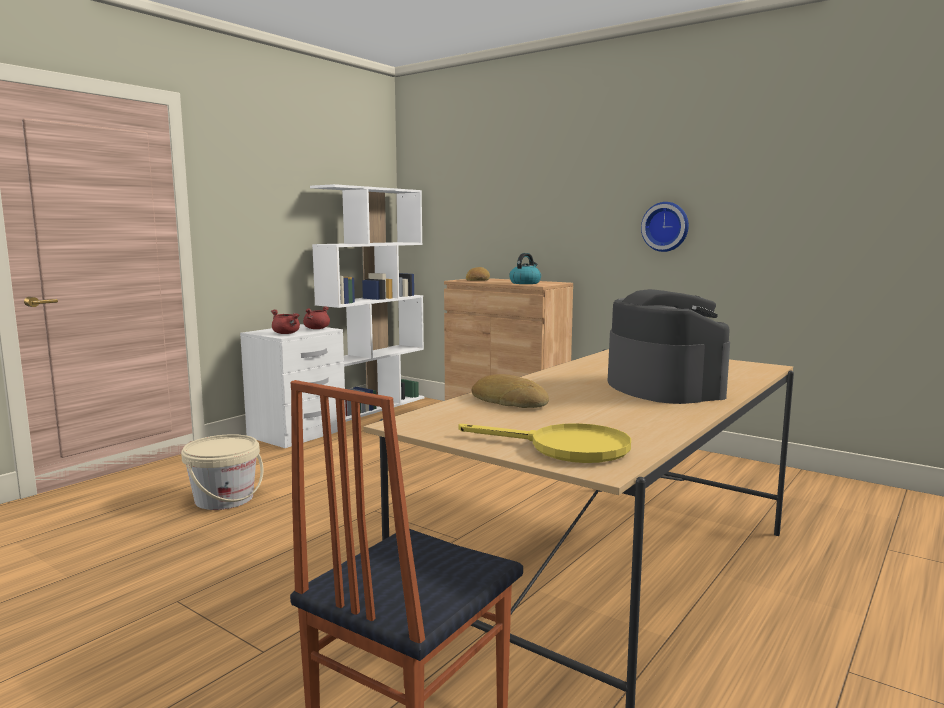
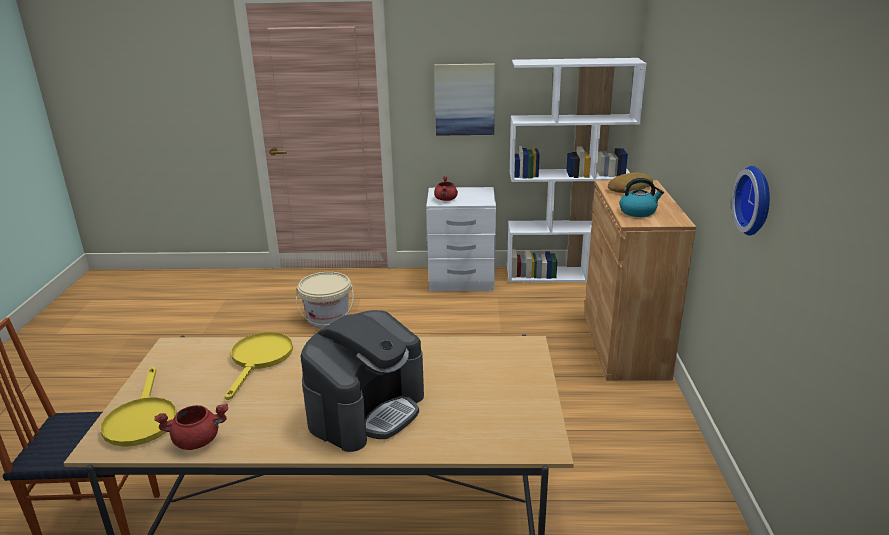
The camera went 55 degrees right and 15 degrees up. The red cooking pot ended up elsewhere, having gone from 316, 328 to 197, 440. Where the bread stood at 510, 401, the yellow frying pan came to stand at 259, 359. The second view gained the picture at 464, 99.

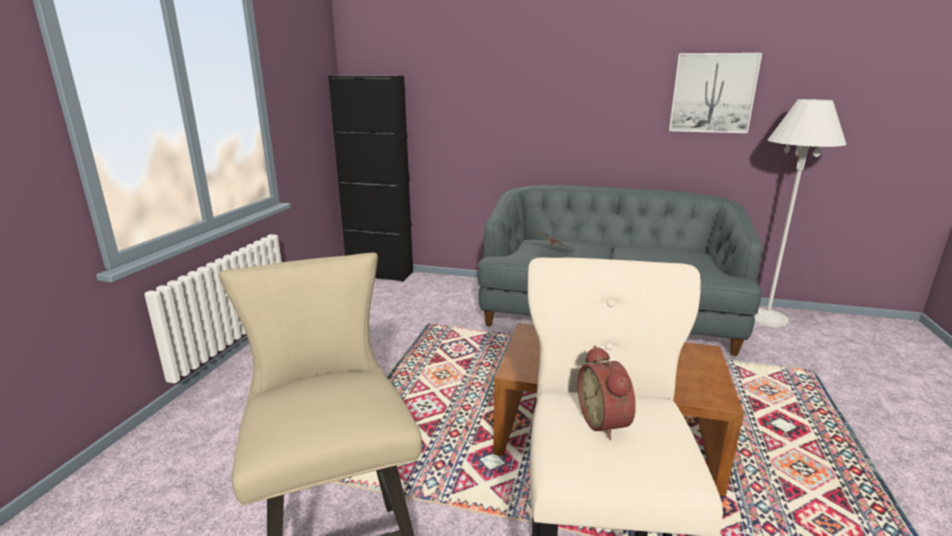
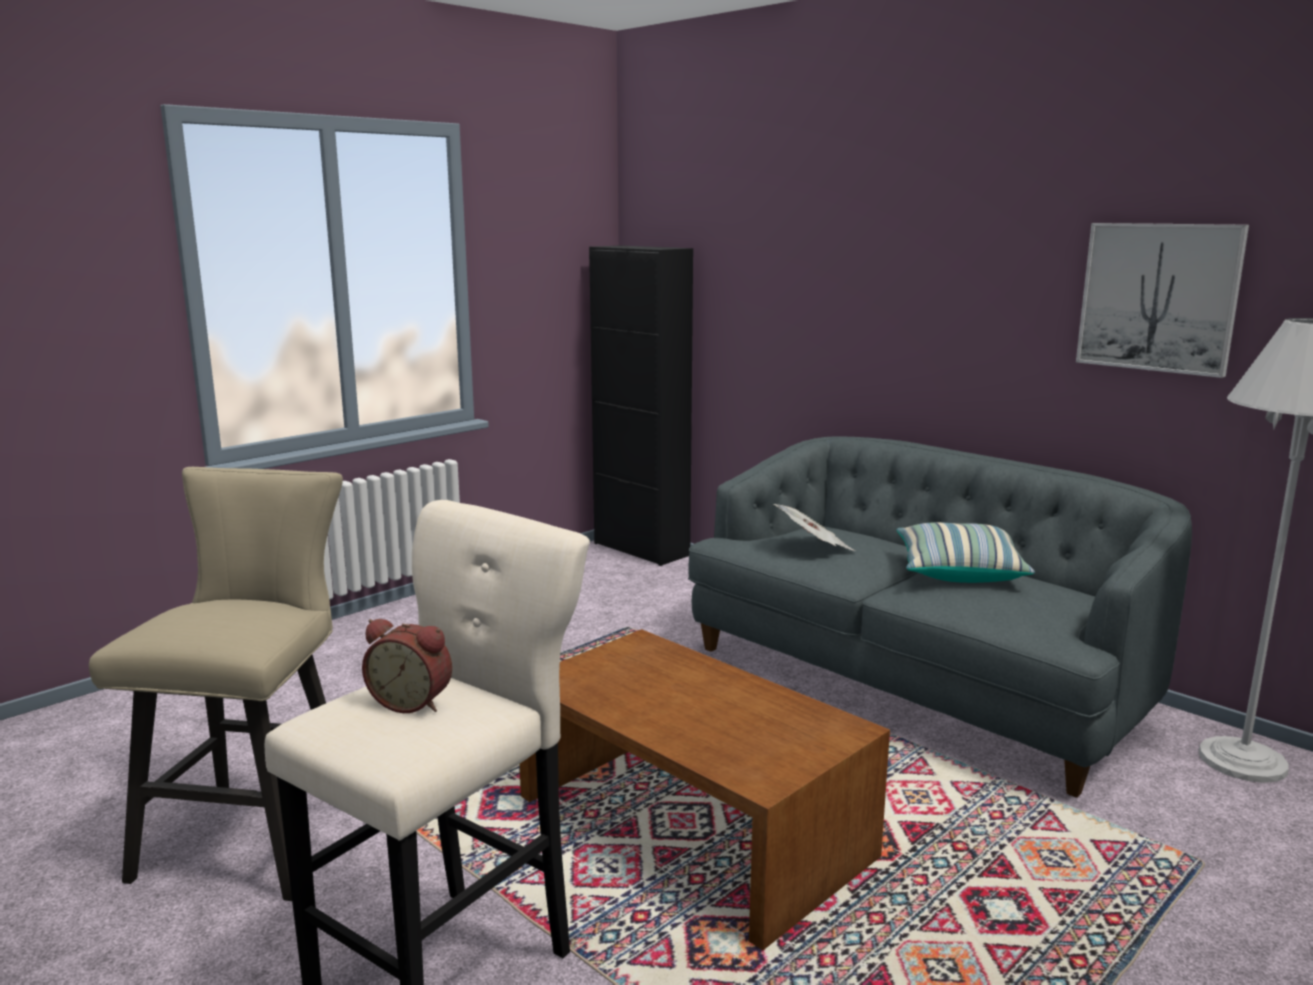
The camera went 30 degrees right and 5 degrees down. The alarm clock at 606, 422 ended up facing another way, 90 degrees counterclockwise from before. The second view gained the pillow at 958, 571.

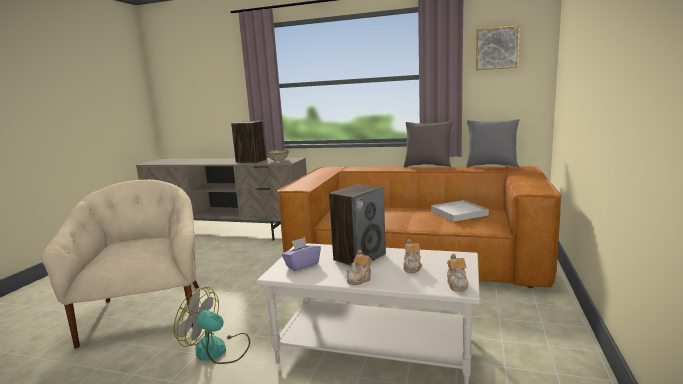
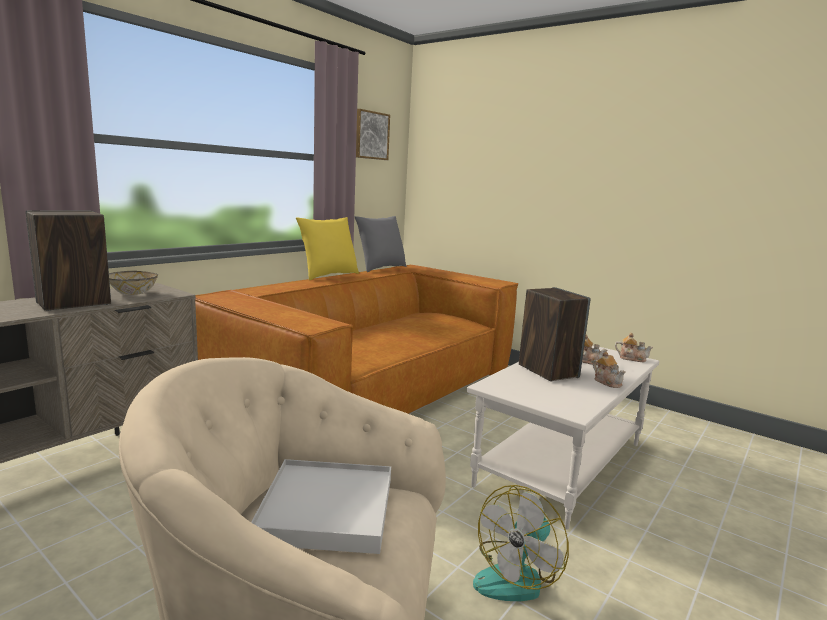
The camera went 70 degrees left and 0 degrees up. What was the grey pillow at 427, 166 turned into the yellow pillow at 328, 275. The white tray ended up elsewhere, having gone from 459, 213 to 326, 509. The second view lost the purple tissue box at 302, 265.

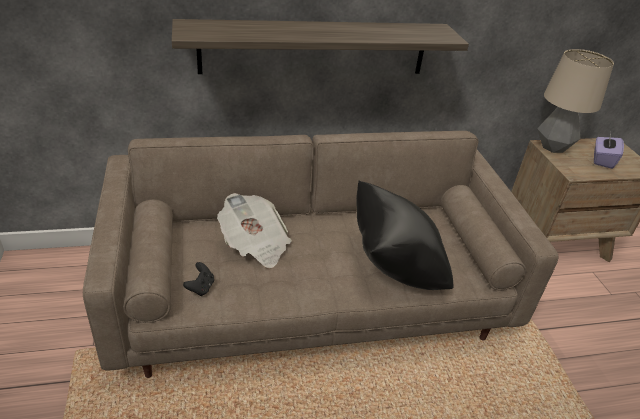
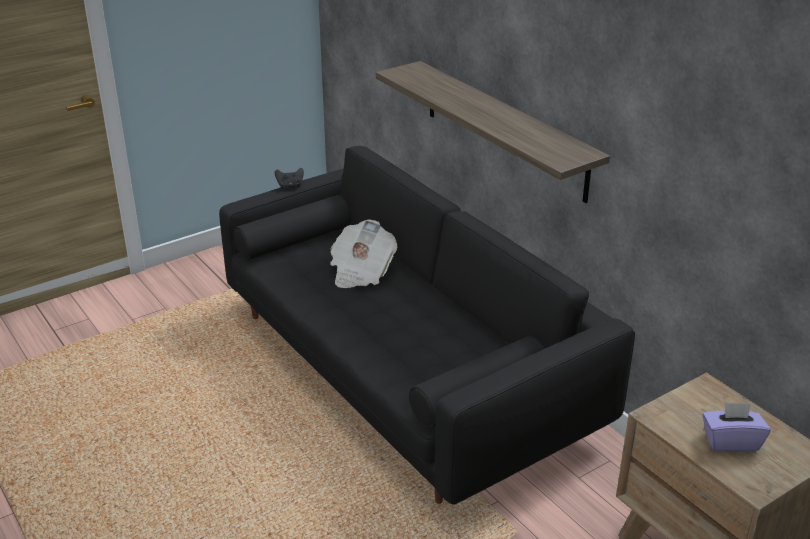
The camera went 70 degrees right and 5 degrees down. The second view lost the table lamp at 552, 148. What was the beige sofa at 311, 295 turned into the black sofa at 406, 370. The second view lost the black pillow at 395, 265. The black game controller ended up elsewhere, having gone from 200, 288 to 290, 185.

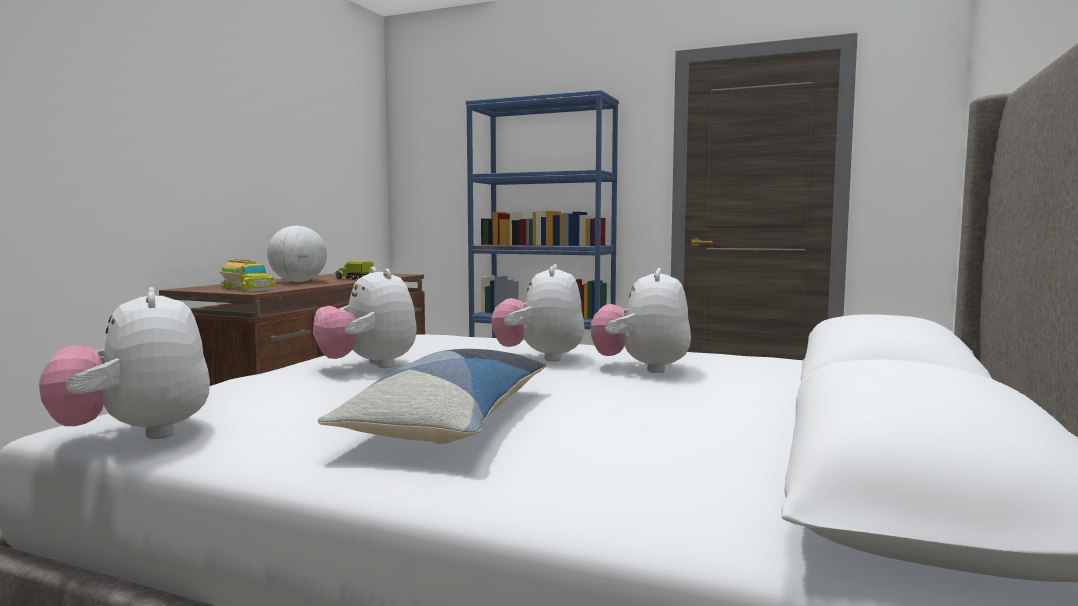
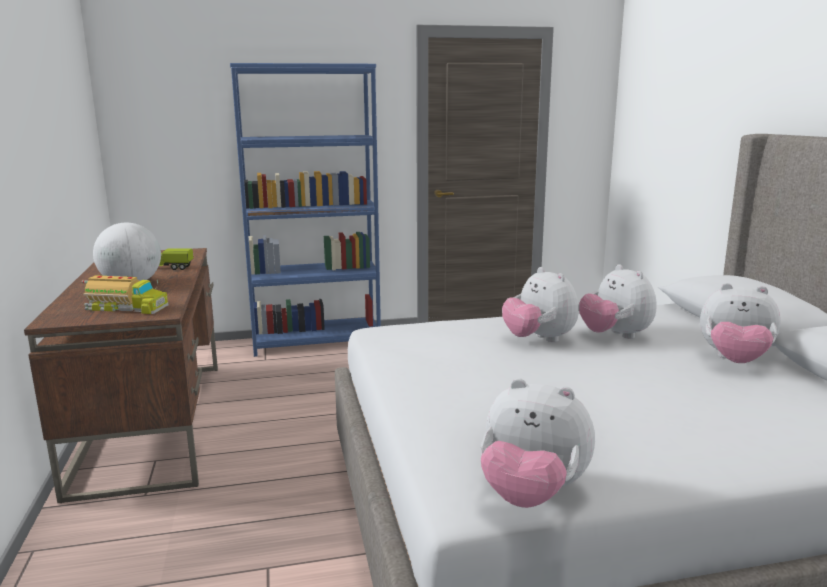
The camera went 35 degrees left and 10 degrees up. The plush toy ended up elsewhere, having gone from 368, 366 to 734, 361. The second view lost the pillow at 452, 420.

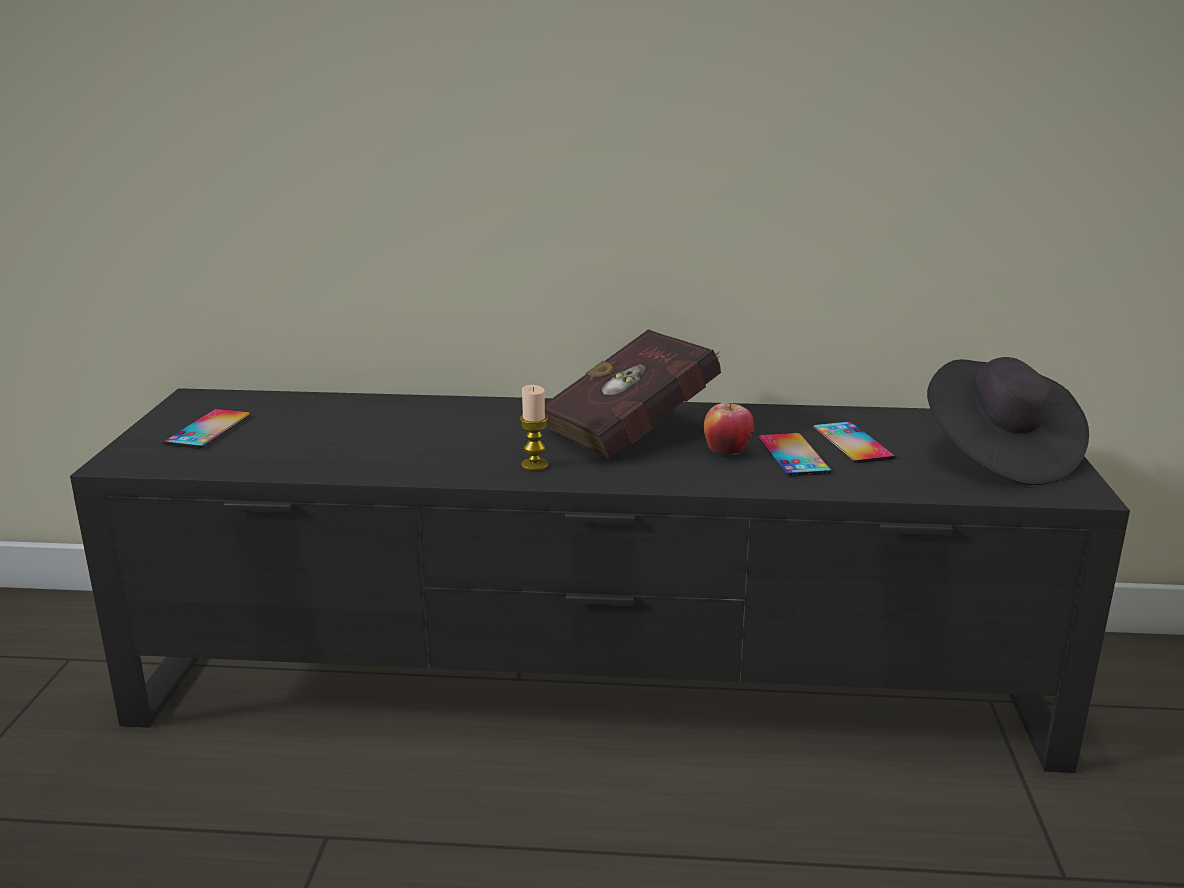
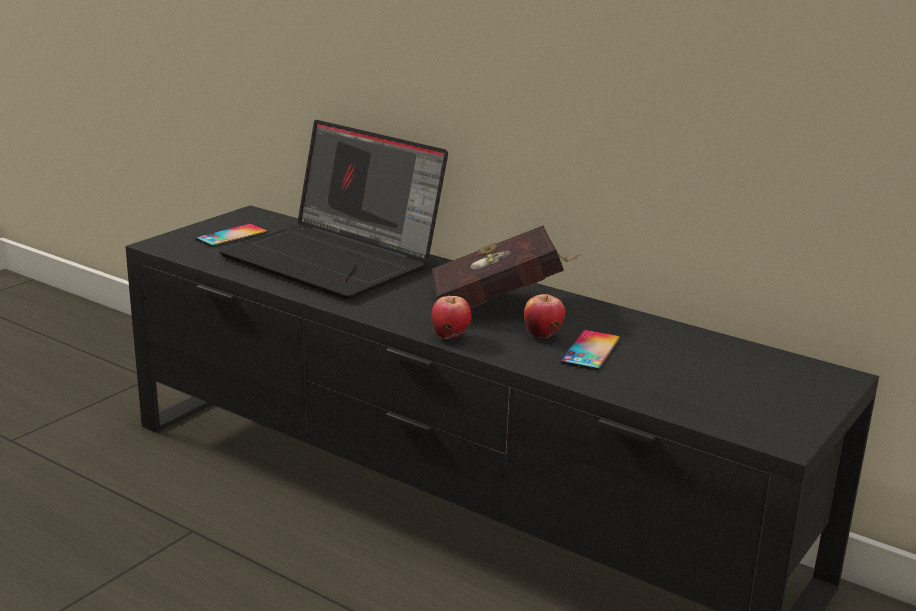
The camera went 30 degrees right and 0 degrees up. The second view lost the black hat at 998, 454. The second view lost the candle at 534, 465. The second view lost the phone at 852, 443. The second view gained the laptop at 336, 260. The second view gained the apple at 450, 337.

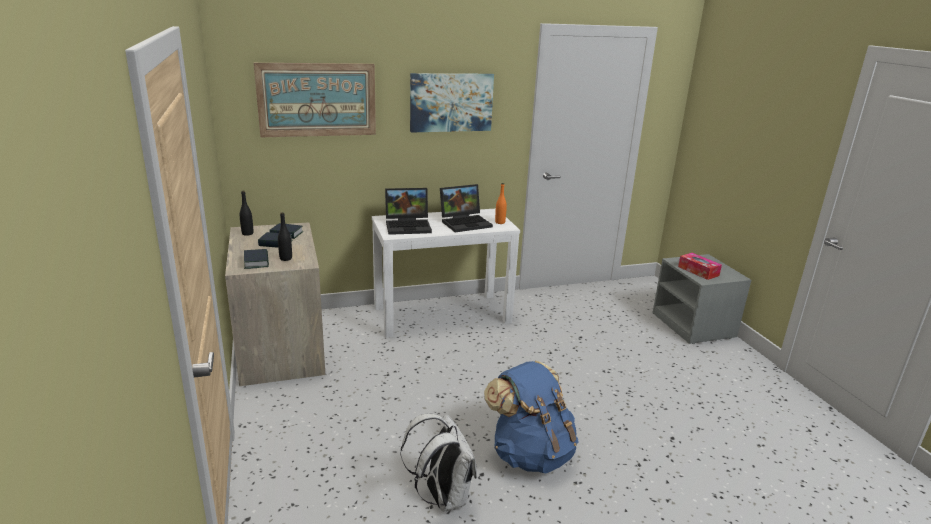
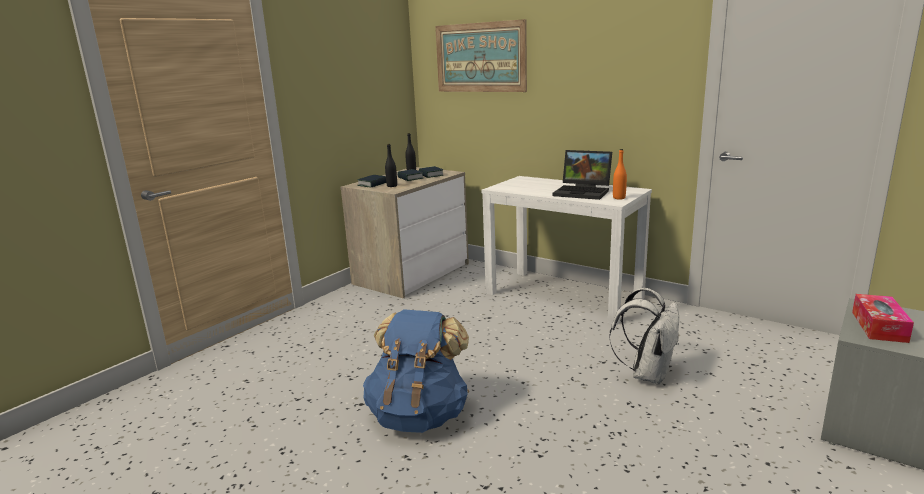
The camera went 55 degrees right and 5 degrees down. The second view lost the picture at 451, 102. The second view lost the laptop at 409, 226. The white backpack ended up elsewhere, having gone from 442, 496 to 647, 374.

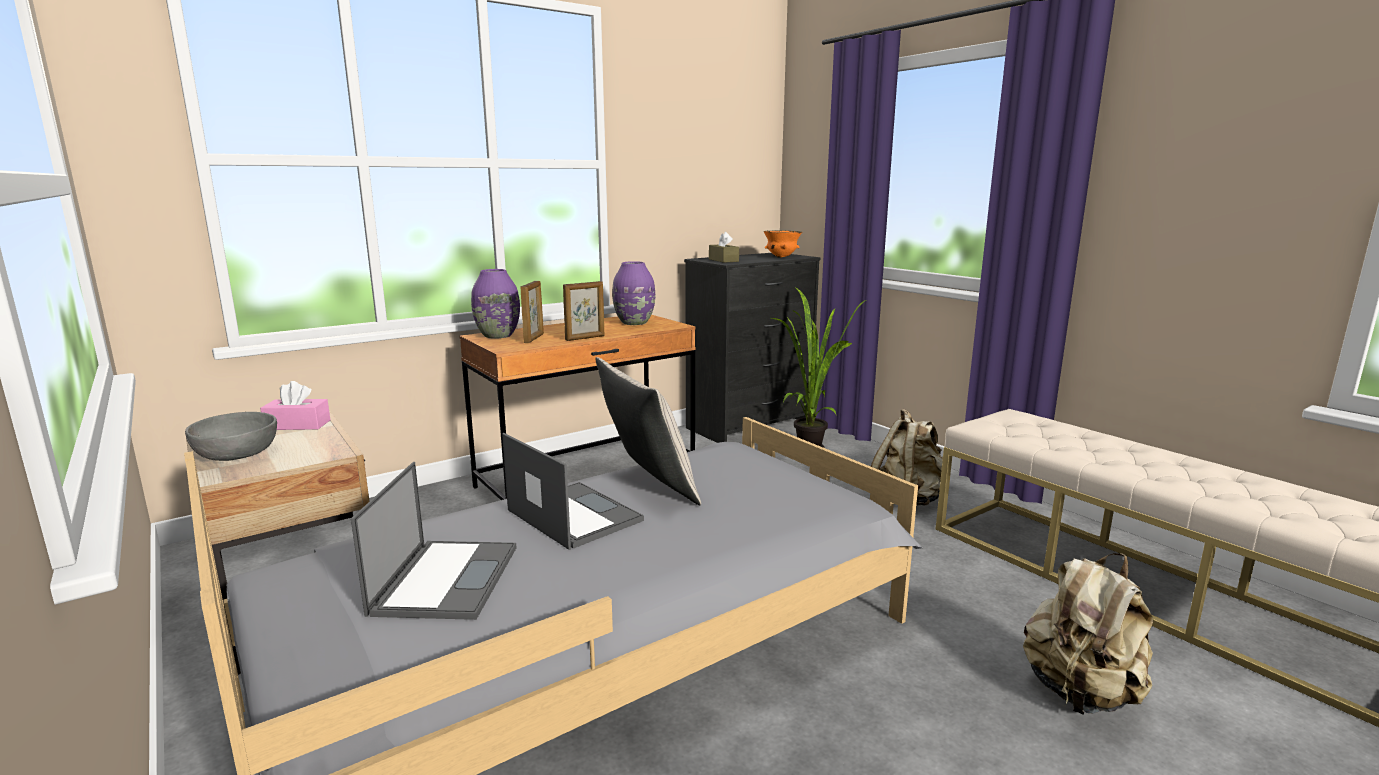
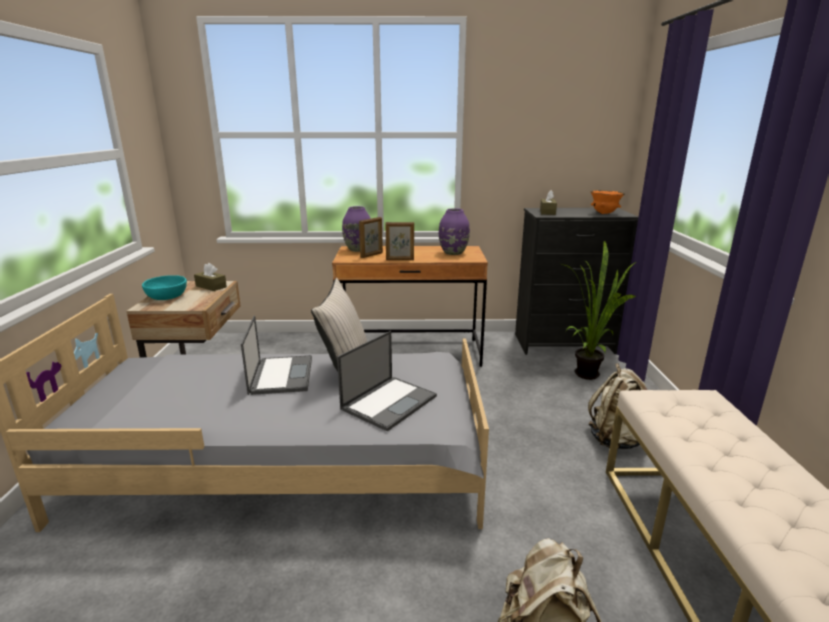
The camera went 35 degrees right and 5 degrees up. What was the pink tissue box at 297, 425 turned into the brown tissue box at 211, 286. What was the grey bowl at 237, 453 turned into the turquoise bowl at 167, 296. The laptop ended up elsewhere, having gone from 446, 578 to 389, 402.

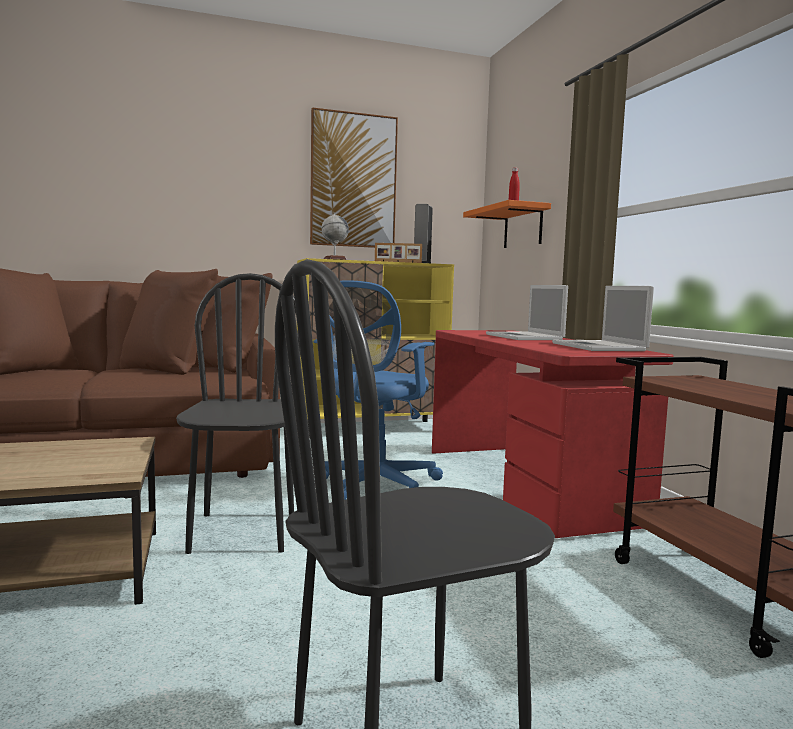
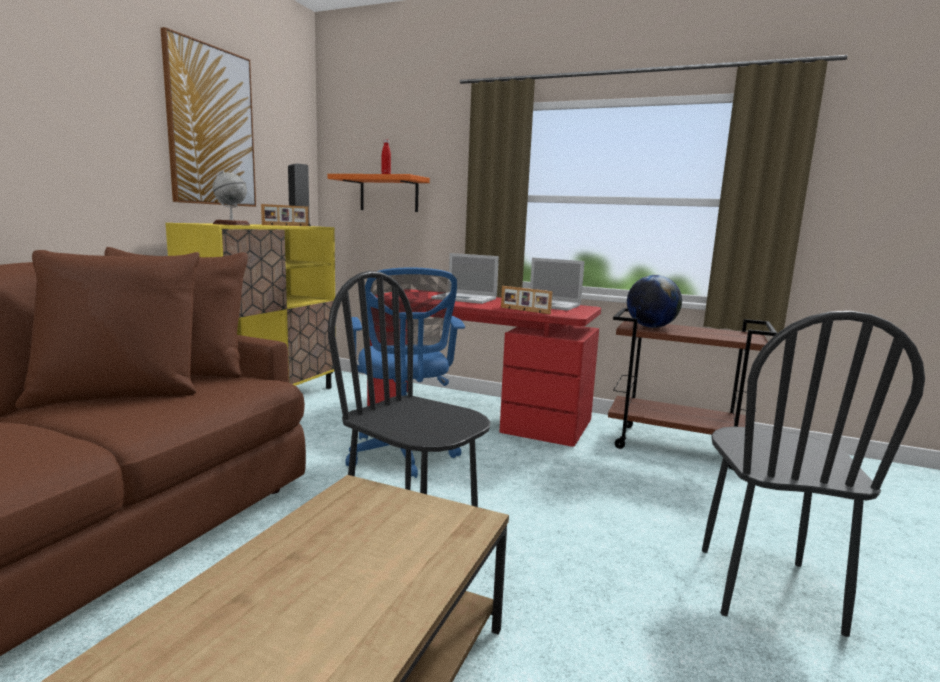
The camera went 50 degrees left and 5 degrees up. The second view gained the globe at 651, 327. The second view gained the picture frame at 524, 310.

